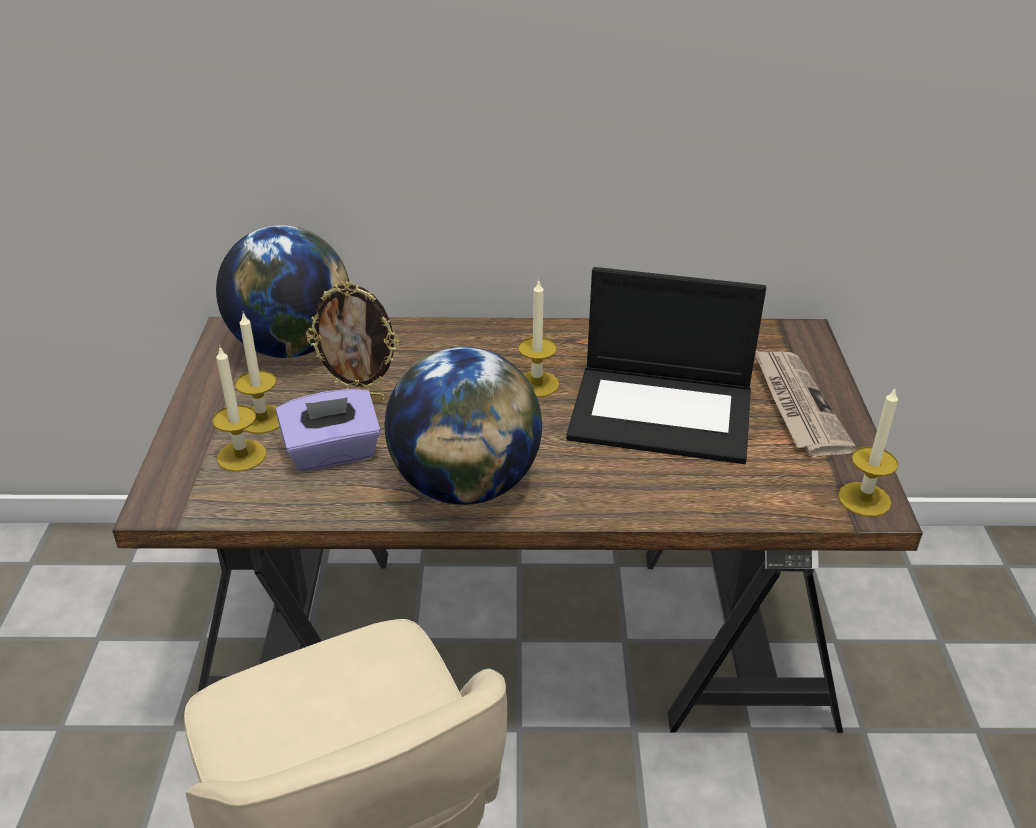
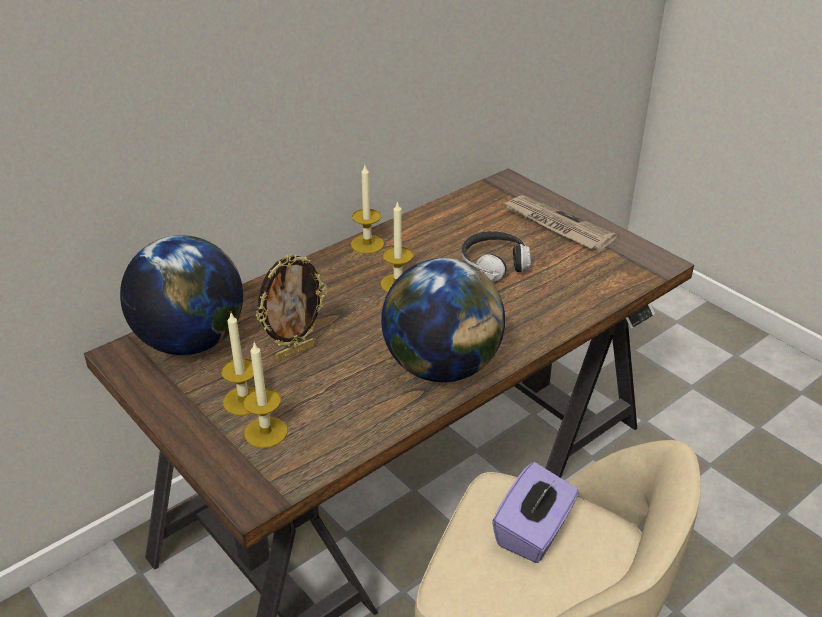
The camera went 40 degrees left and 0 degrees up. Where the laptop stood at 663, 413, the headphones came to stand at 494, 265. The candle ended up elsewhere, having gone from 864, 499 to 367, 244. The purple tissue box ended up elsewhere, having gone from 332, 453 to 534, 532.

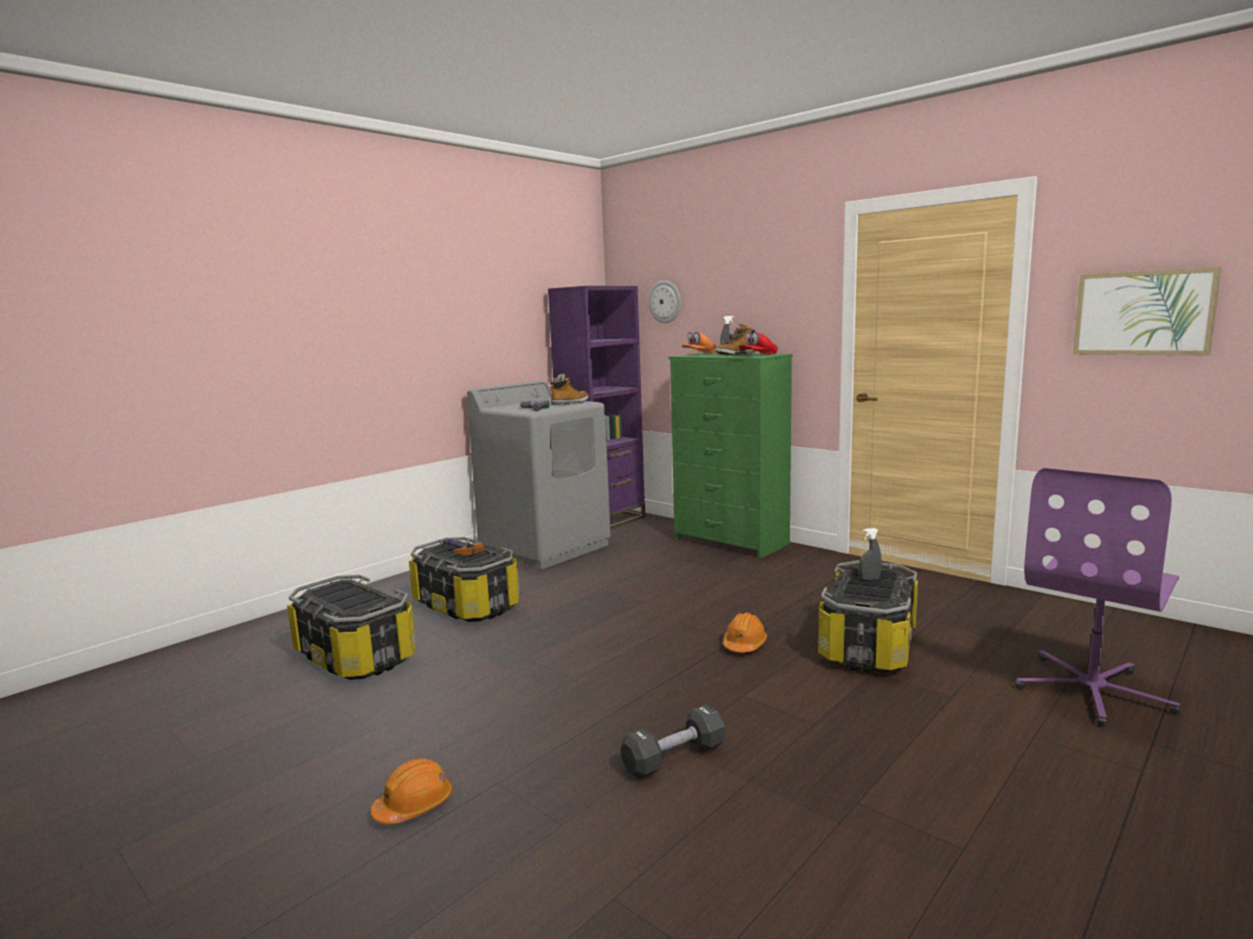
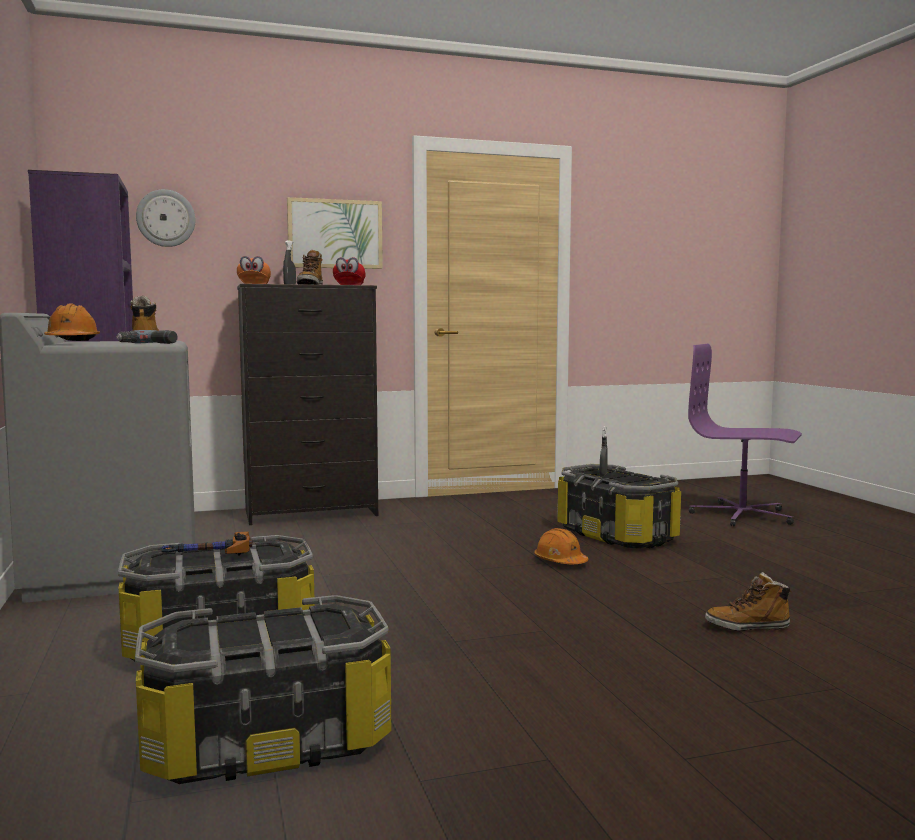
The camera went 60 degrees left and 5 degrees down. The picture ended up elsewhere, having gone from 1143, 313 to 335, 234. What was the green dresser at 731, 542 turned into the black dresser at 312, 513. The purple office chair at 1093, 691 ended up facing another way, 135 degrees clockwise from before. Where the black dumbbell stood at 674, 758, the boot came to stand at 747, 626. The orange hard hat ended up elsewhere, having gone from 414, 806 to 72, 341.

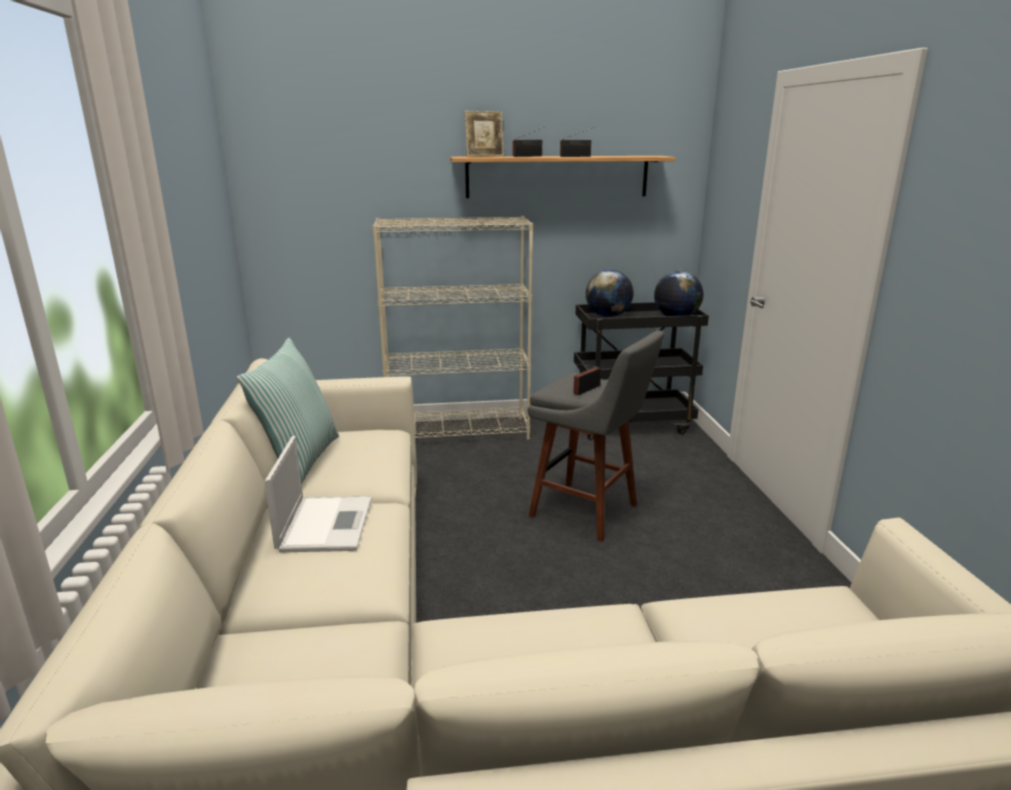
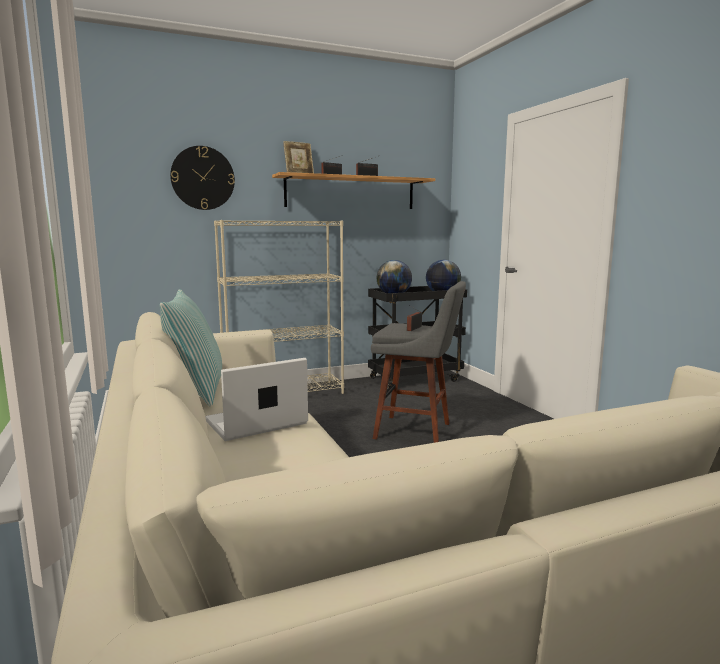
The camera went 15 degrees left and 10 degrees down. The laptop at 326, 523 ended up facing another way, 105 degrees counterclockwise from before. The second view gained the wall clock at 203, 178.

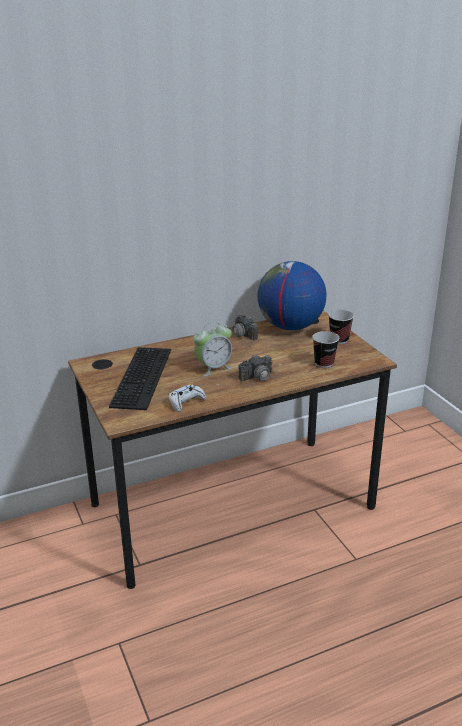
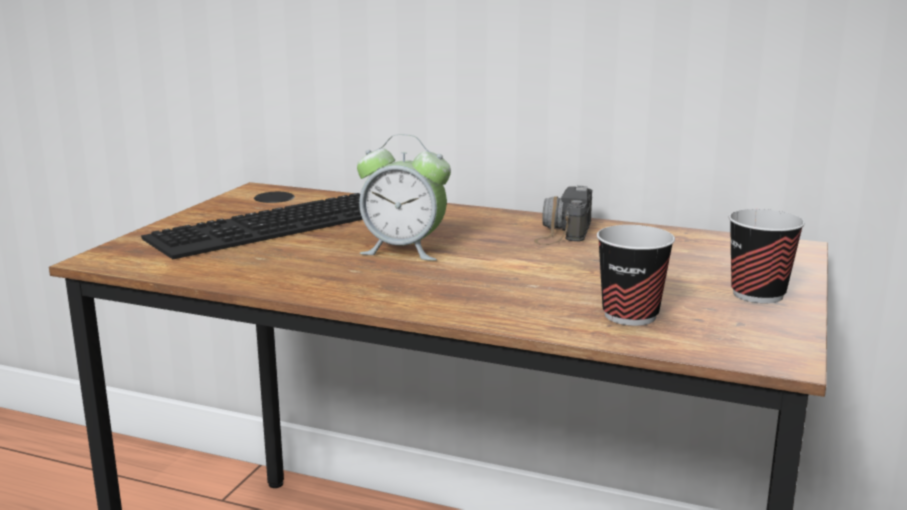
The camera went 45 degrees right and 10 degrees down. The second view lost the globe at 290, 327. The second view lost the photo camera at 261, 377. The second view lost the white game controller at 186, 402.

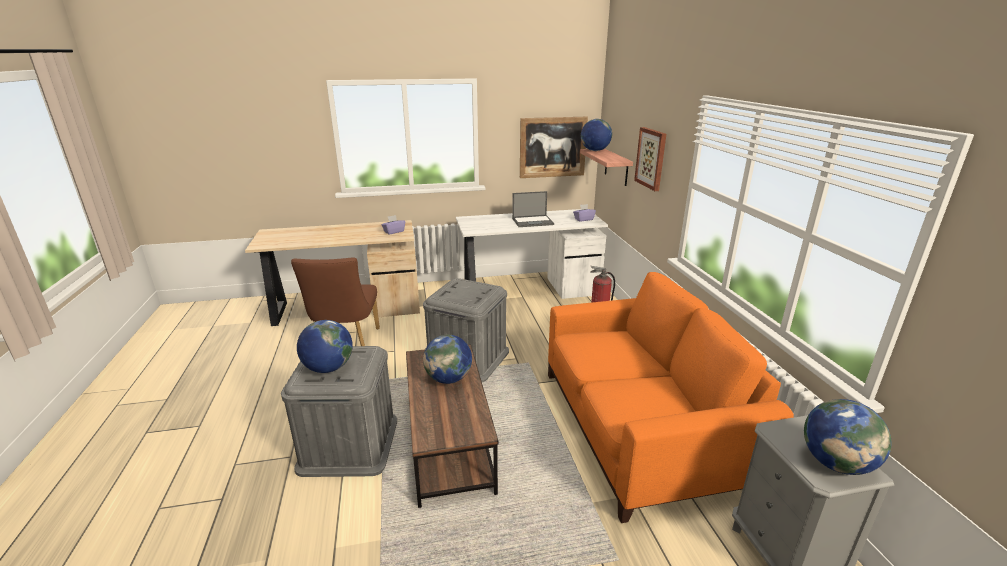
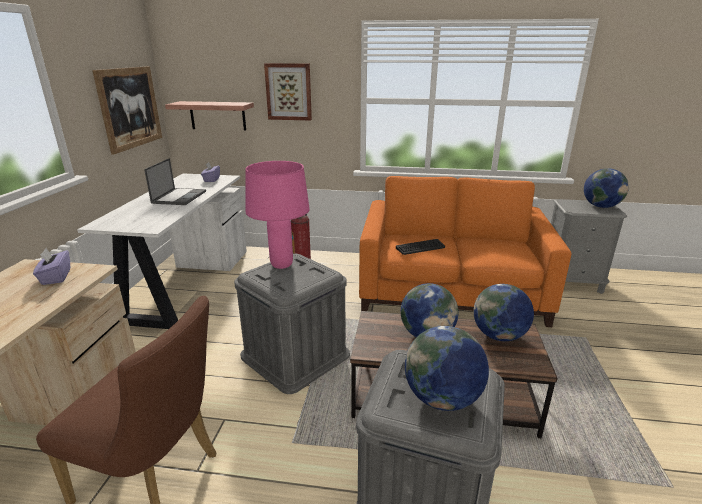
The camera went 70 degrees left and 0 degrees up. The globe ended up elsewhere, having gone from 595, 150 to 499, 336. The second view gained the pink table lamp at 282, 265. The second view gained the keyboard at 420, 247.

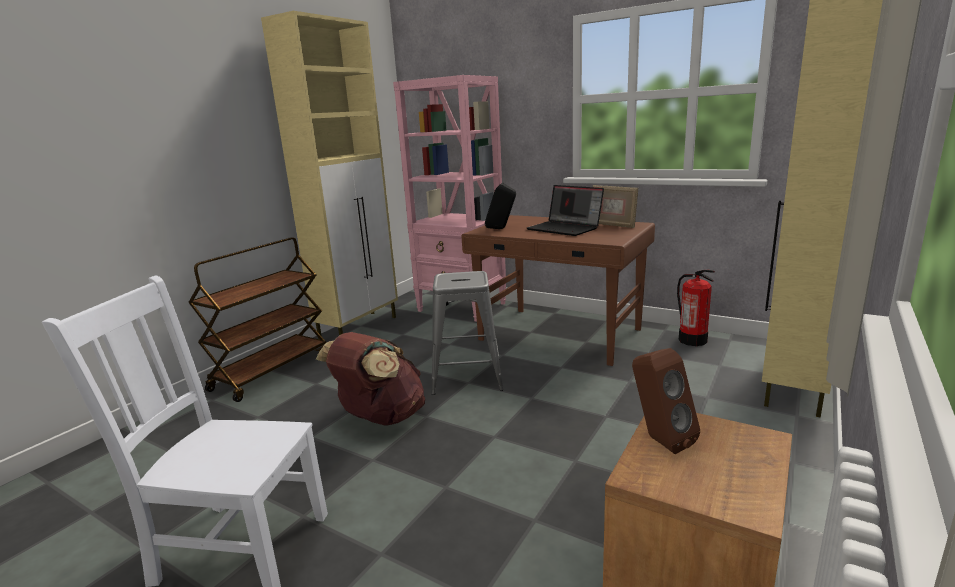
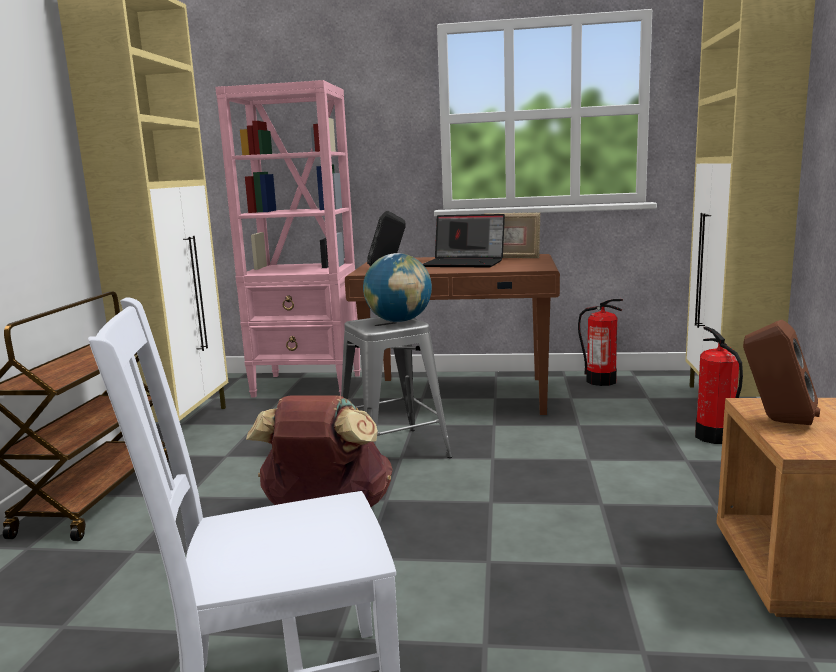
The camera went 25 degrees left and 5 degrees down. The second view gained the globe at 399, 321. The second view gained the fire extinguisher at 714, 437.

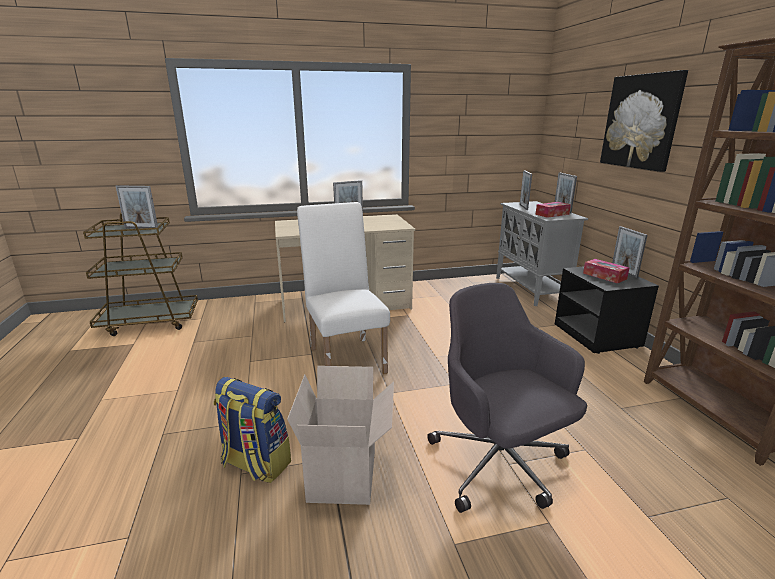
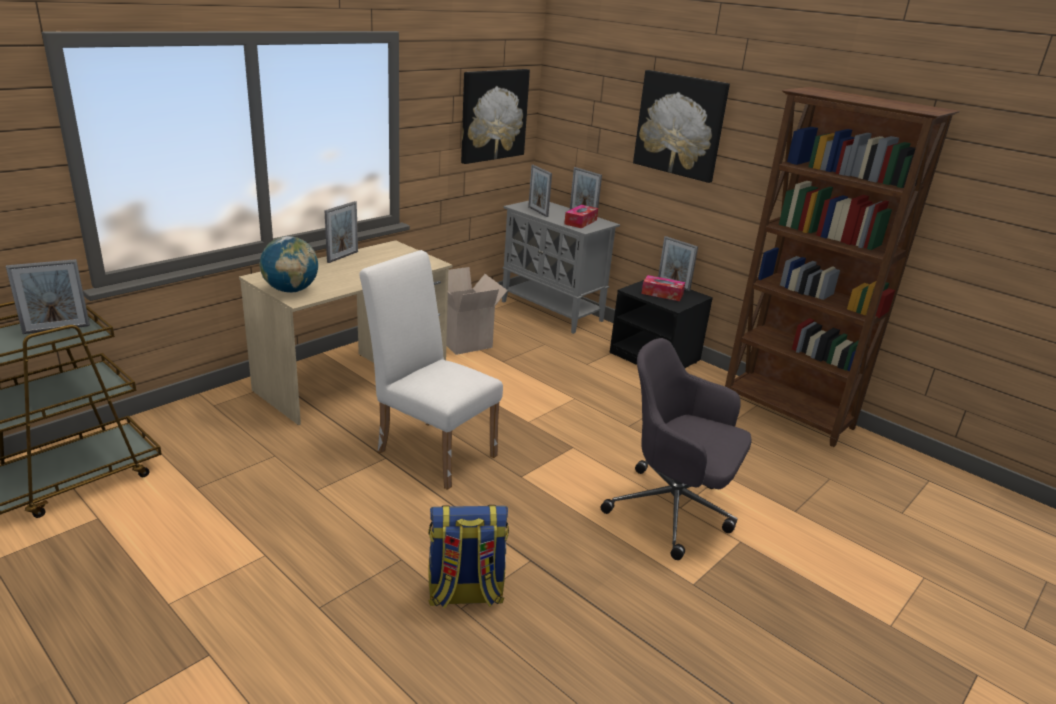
The camera went 35 degrees left and 5 degrees up. The cardboard box ended up elsewhere, having gone from 345, 476 to 465, 341. The second view gained the picture at 493, 115. The second view gained the globe at 291, 290.

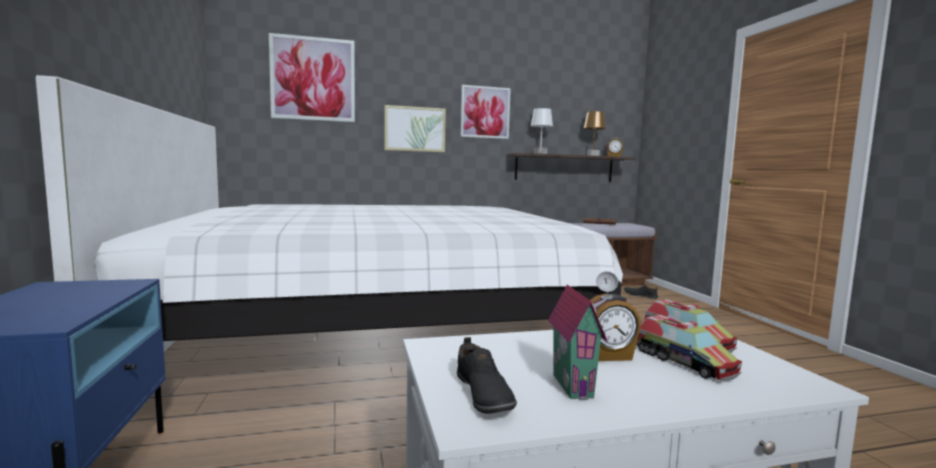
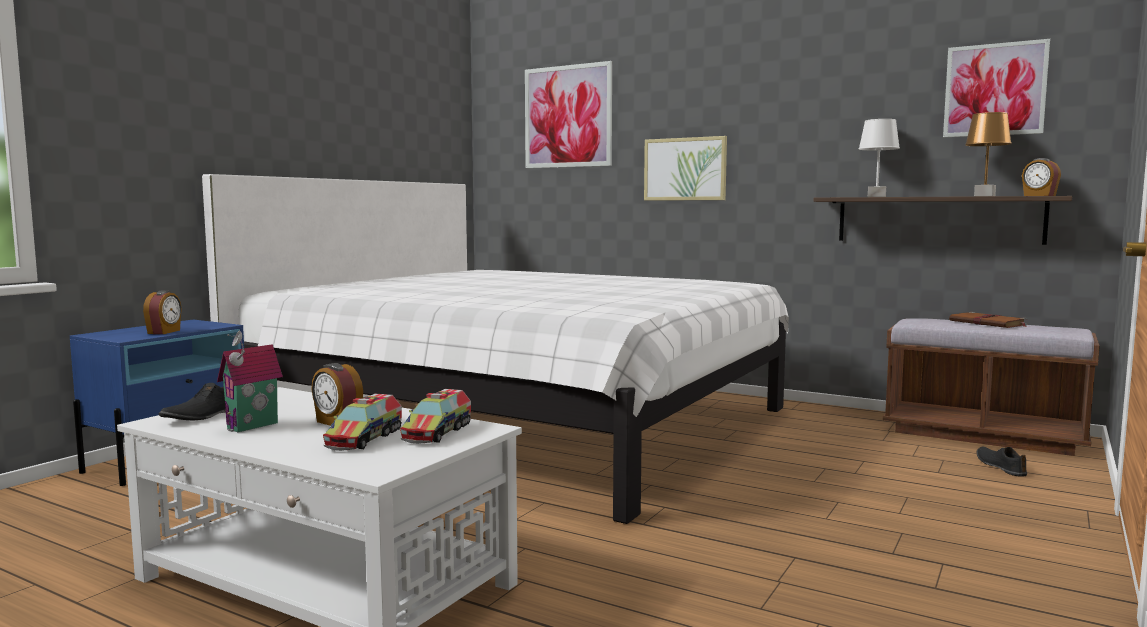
The camera went 45 degrees right and 0 degrees up. The picture ended up elsewhere, having gone from 485, 112 to 995, 90. The second view gained the alarm clock at 164, 332.

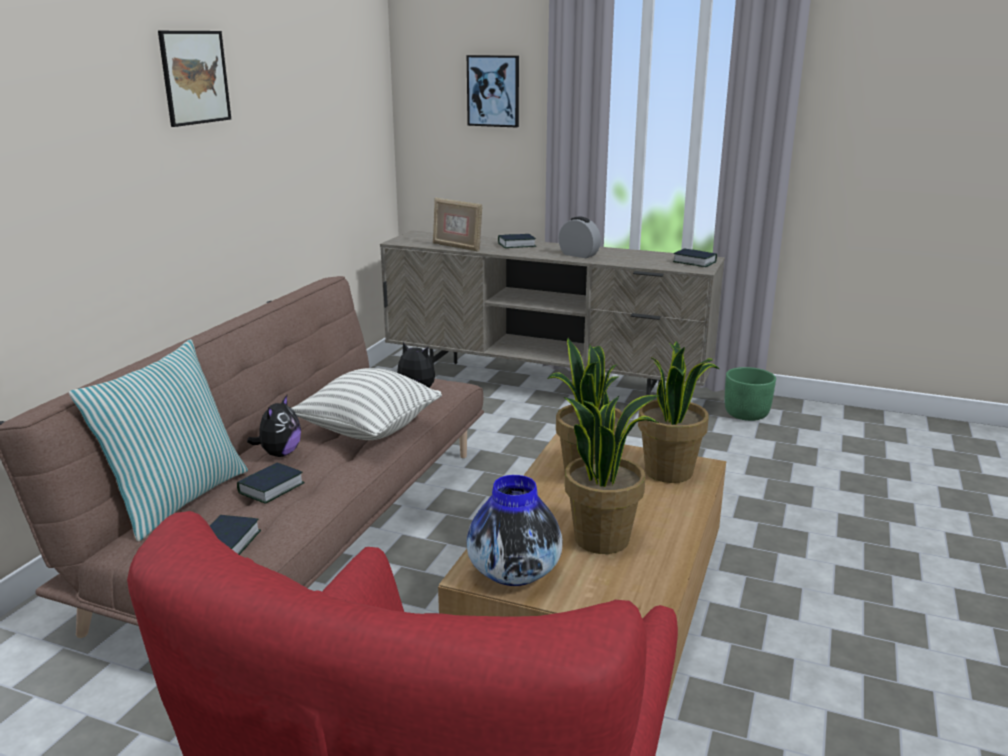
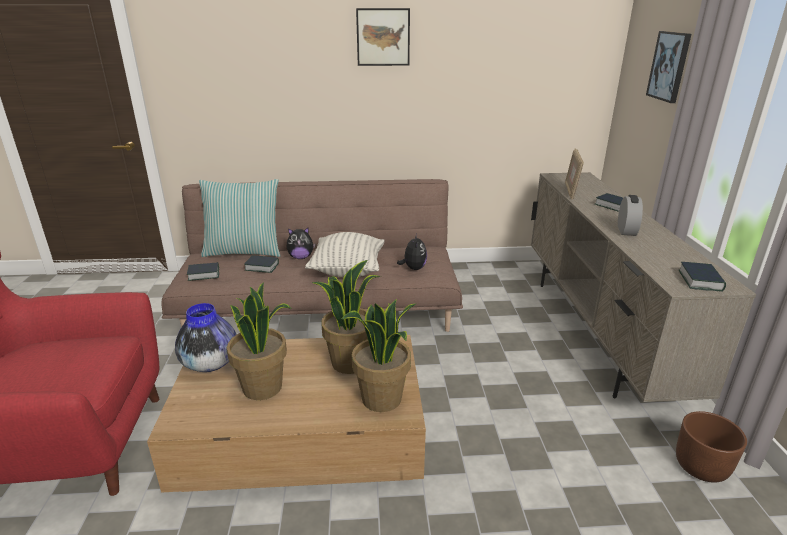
The camera went 65 degrees right and 5 degrees up. What was the green planter at 746, 414 turned into the brown planter at 701, 466.

